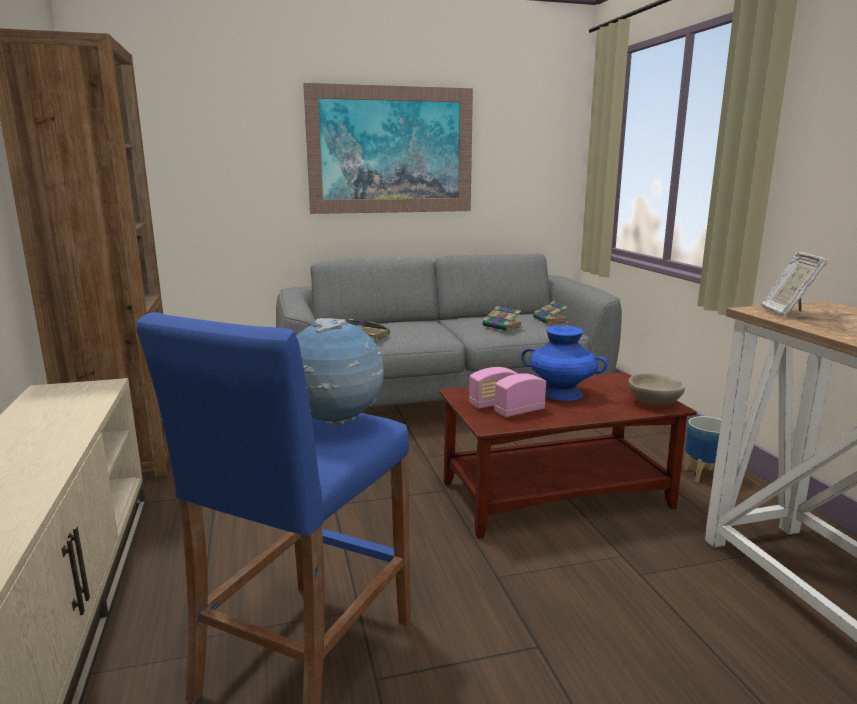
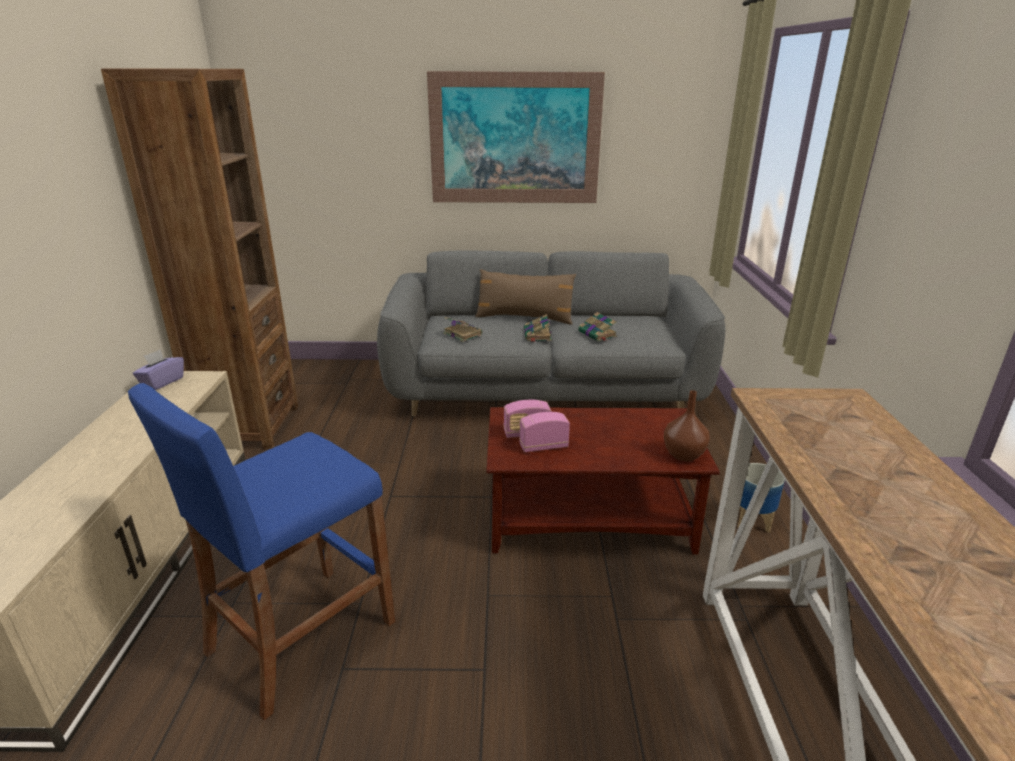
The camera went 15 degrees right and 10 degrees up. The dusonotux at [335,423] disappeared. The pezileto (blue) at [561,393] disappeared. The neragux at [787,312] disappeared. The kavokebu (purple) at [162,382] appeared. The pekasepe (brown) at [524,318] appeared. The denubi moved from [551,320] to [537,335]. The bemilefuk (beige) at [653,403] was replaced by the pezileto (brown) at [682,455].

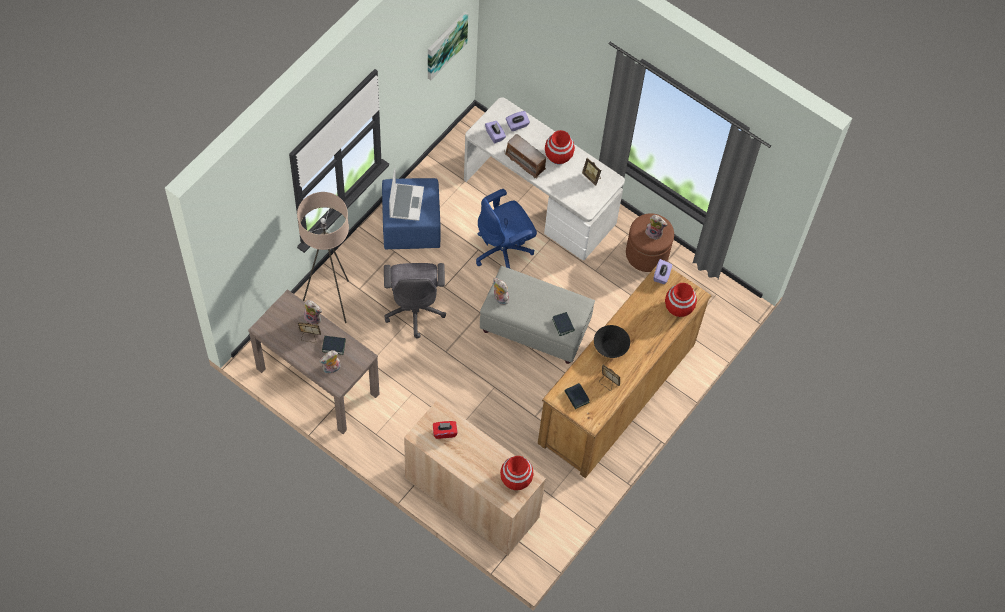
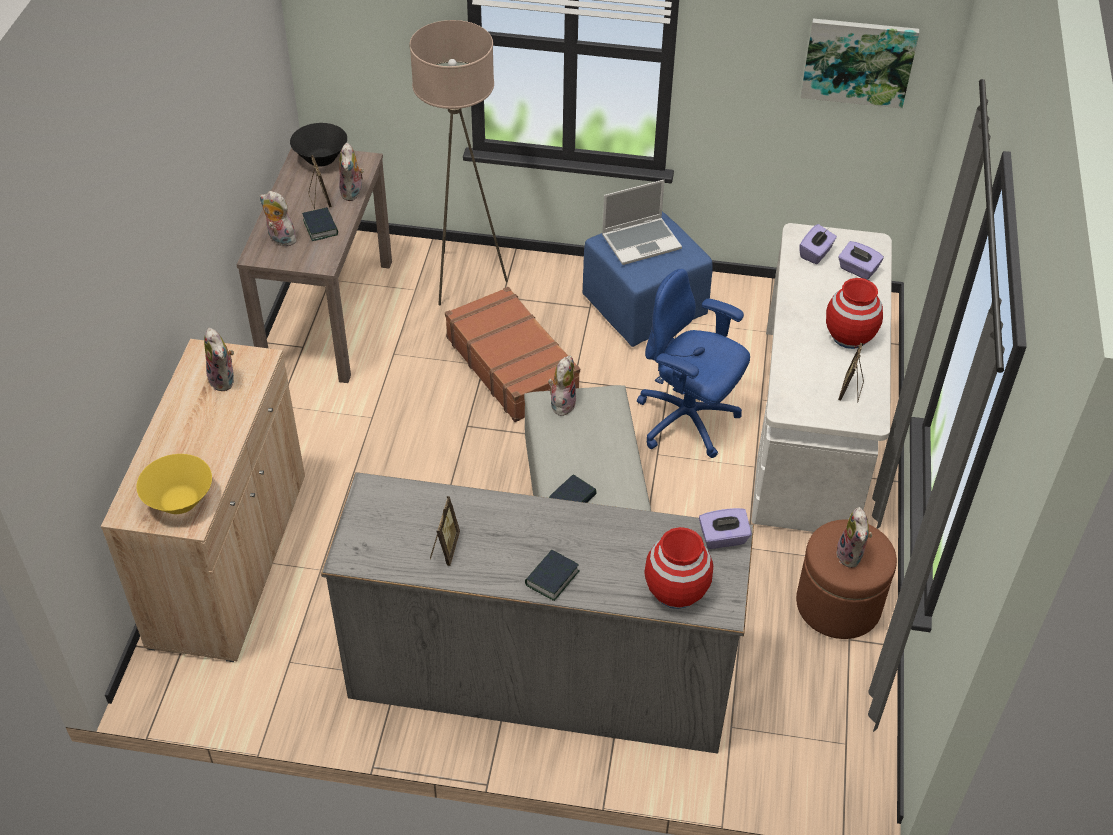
The camera went 65 degrees right and 15 degrees down. The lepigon at [525,161] disappeared. The denubi moved from [576,397] to [552,578]. The bemilefuk (black) moved from [610,348] to [321,159]. The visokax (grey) at [415,309] was replaced by the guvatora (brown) at [512,365]. The kavokebu (red) at [444,432] was replaced by the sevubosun at [224,380]. The pezileto (red) at [516,479] was replaced by the bemilefuk (yellow) at [180,501]. The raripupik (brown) at [617,393] became the raripupik (grey) at [540,675].

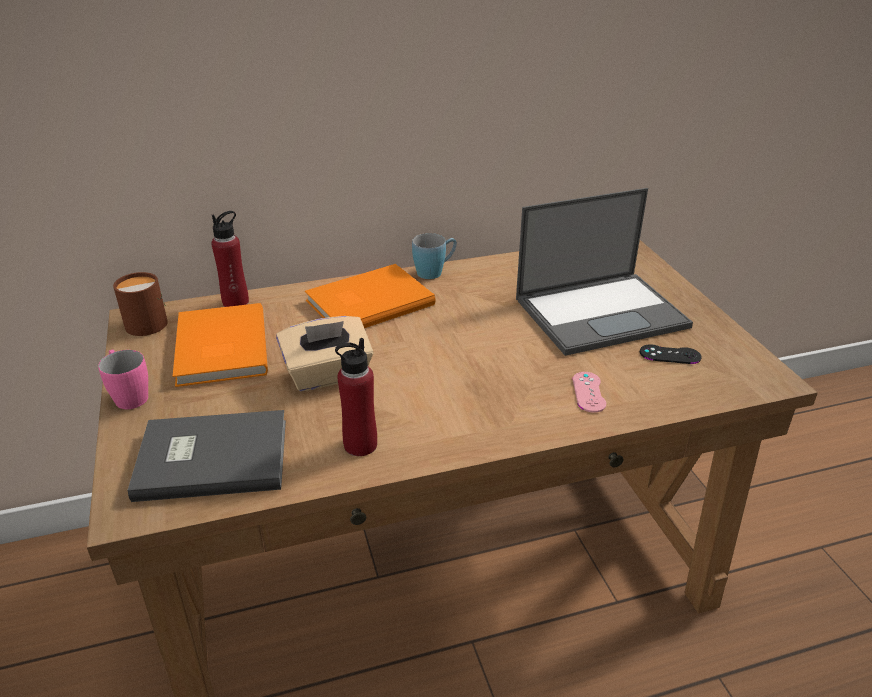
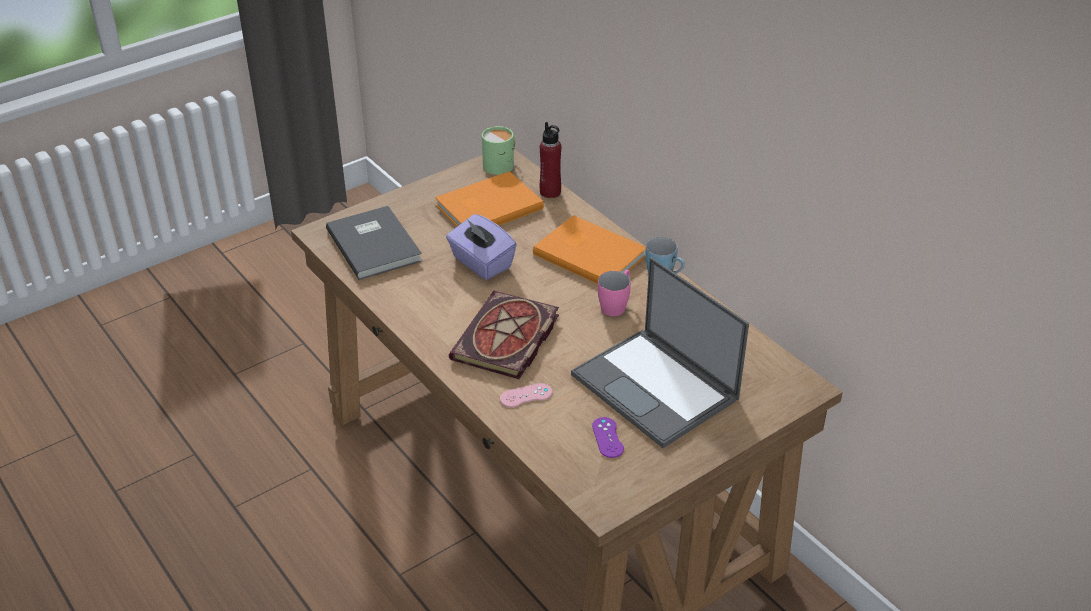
The camera went 70 degrees right and 5 degrees up. The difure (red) at [360,445] disappeared. The denubi at [506,340] appeared. The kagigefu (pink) moved from [128,395] to [616,304]. The kagigefu (brown) at [146,322] became the kagigefu (green) at [501,164]. The kavokebu (beige) at [328,375] became the kavokebu (purple) at [481,263]. The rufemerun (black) at [670,355] became the rufemerun (purple) at [607,437].

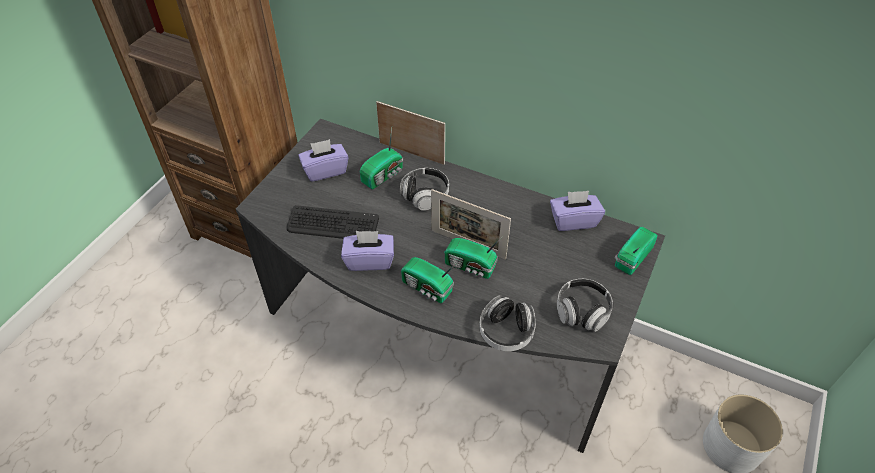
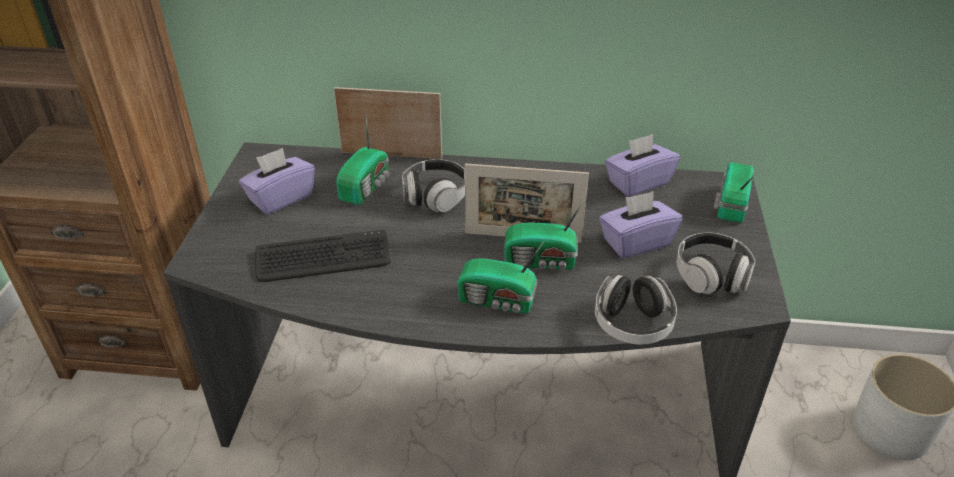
The camera went 20 degrees left and 10 degrees down. The kavokebu (purple) moved from [369,260] to [636,242].

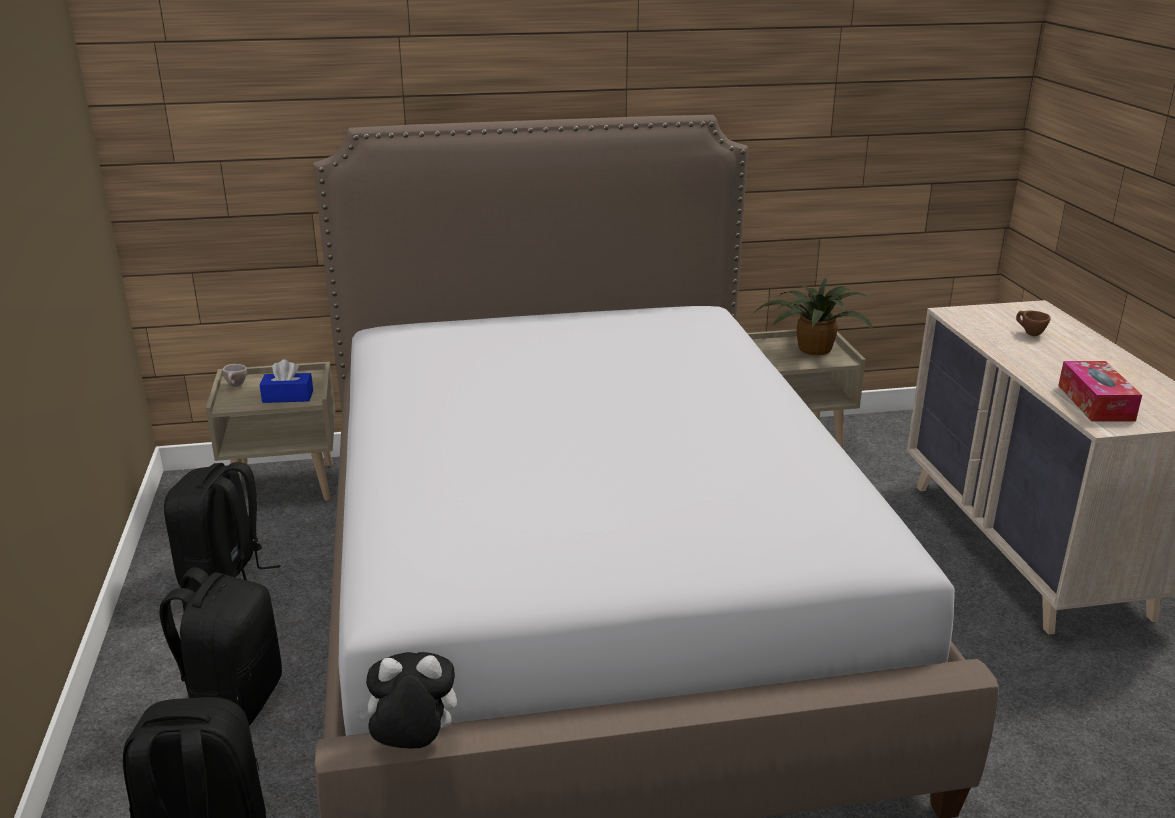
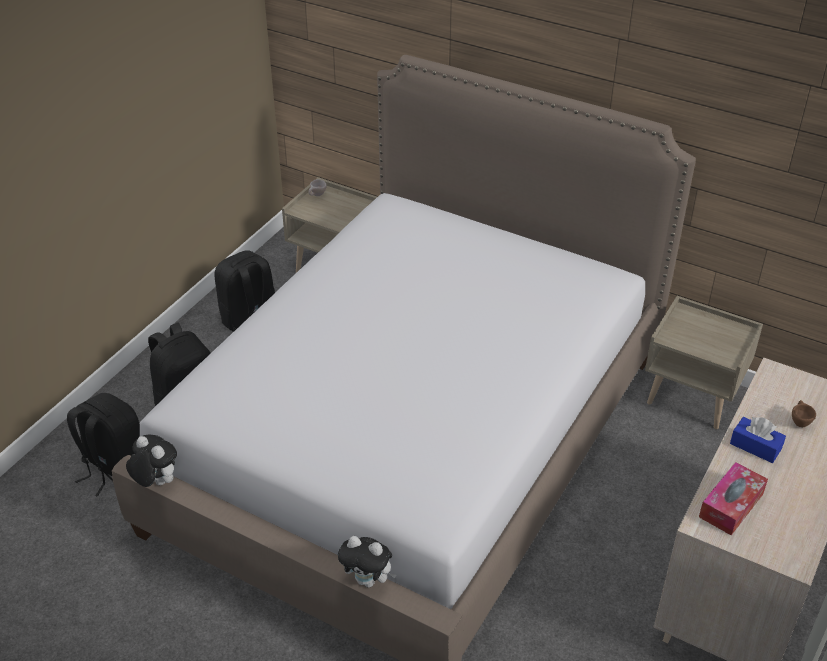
The camera went 40 degrees right and 15 degrees up. The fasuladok at [811,349] disappeared. The sevubosun at [368,580] appeared. The kavokebu (blue) moved from [288,397] to [755,446].

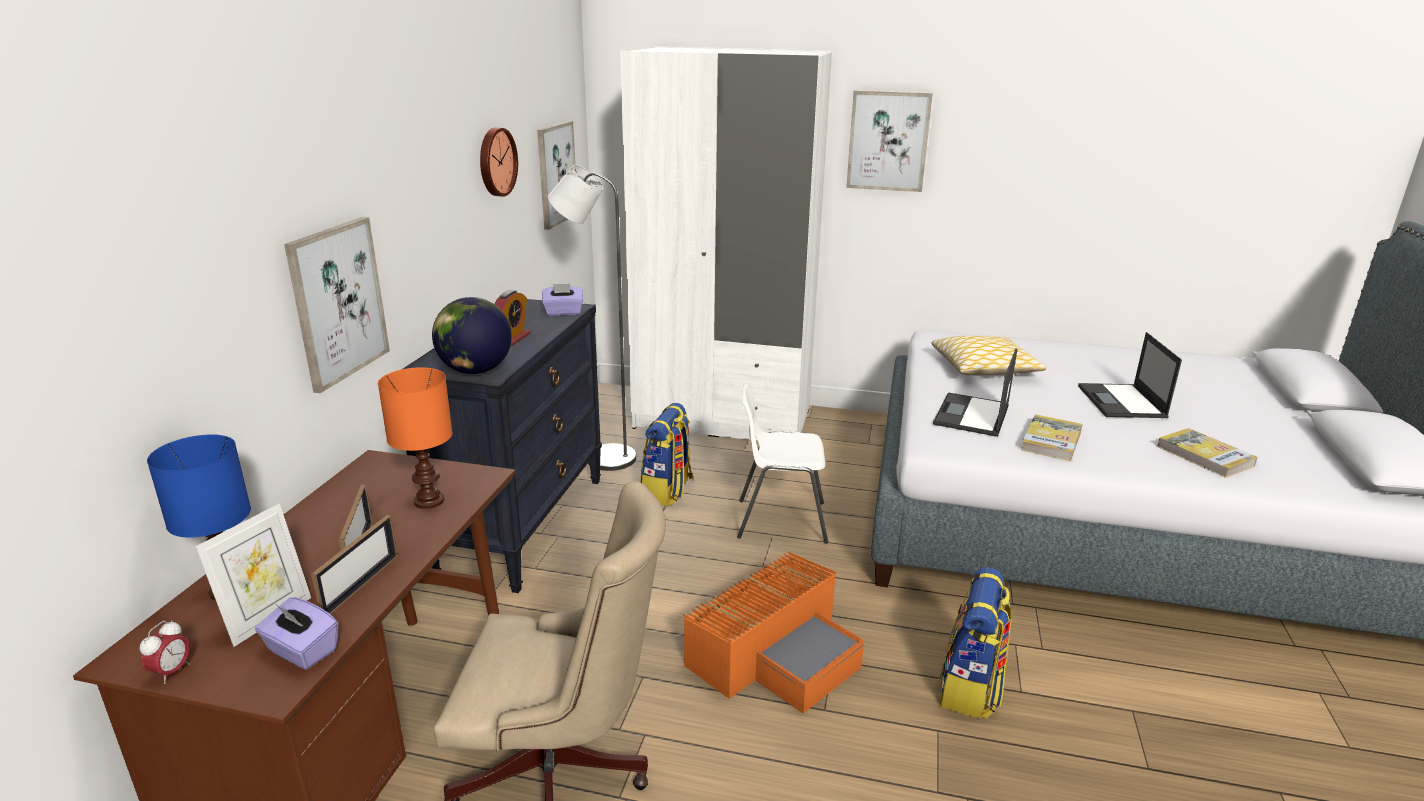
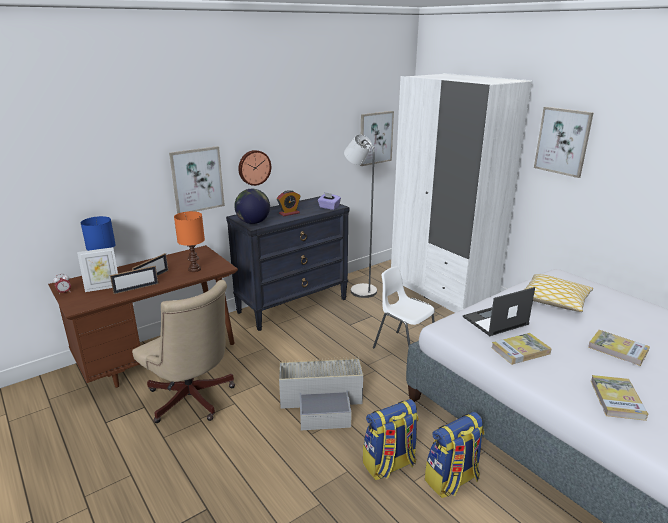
The camera went 40 degrees right and 0 degrees up. The kavokebu (purple) at [301,651] disappeared. The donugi moved from [495,162] to [254,167]. The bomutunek moved from [668,491] to [452,480]. The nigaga at [1122,402] was replaced by the denubi at [618,349]. The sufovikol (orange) at [776,653] became the sufovikol (grey) at [323,402].

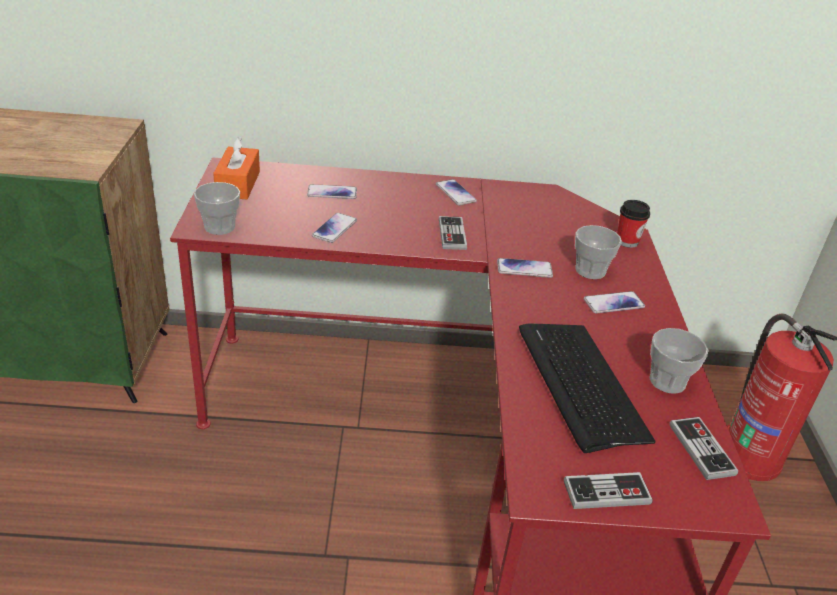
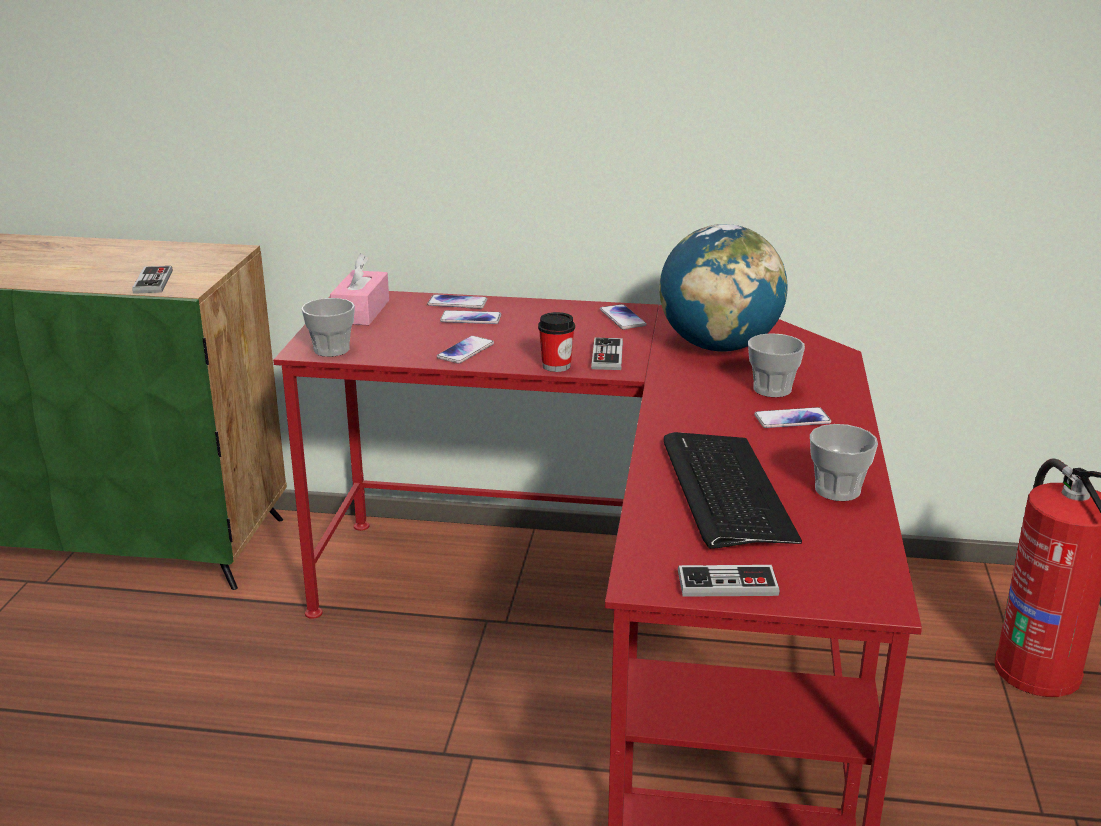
The camera went 10 degrees right and 10 degrees down. The dusonotux at [719,346] appeared. The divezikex moved from [524,269] to [457,303]. The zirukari moved from [627,241] to [556,366]. The rufemerun moved from [701,449] to [153,282]. The kavokebu (orange) at [238,184] became the kavokebu (pink) at [361,311].

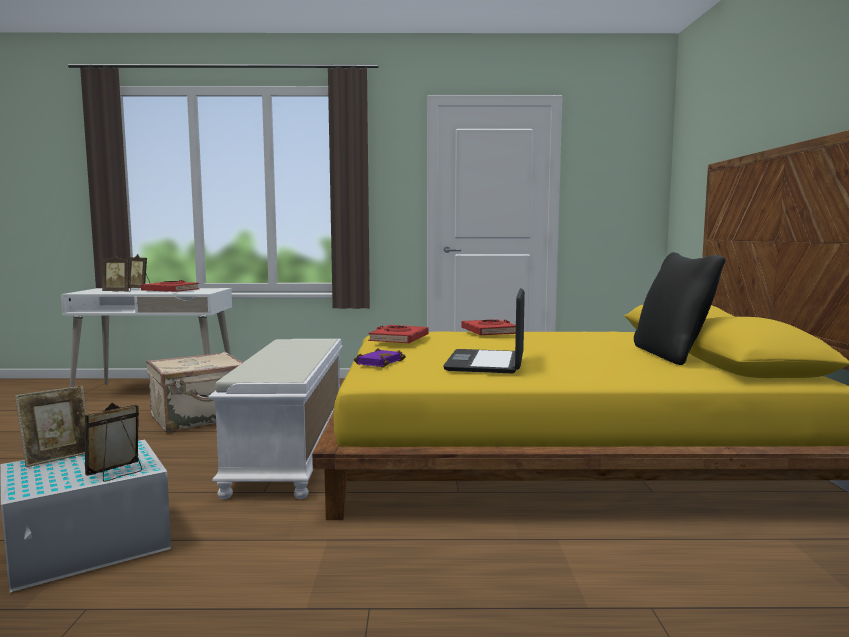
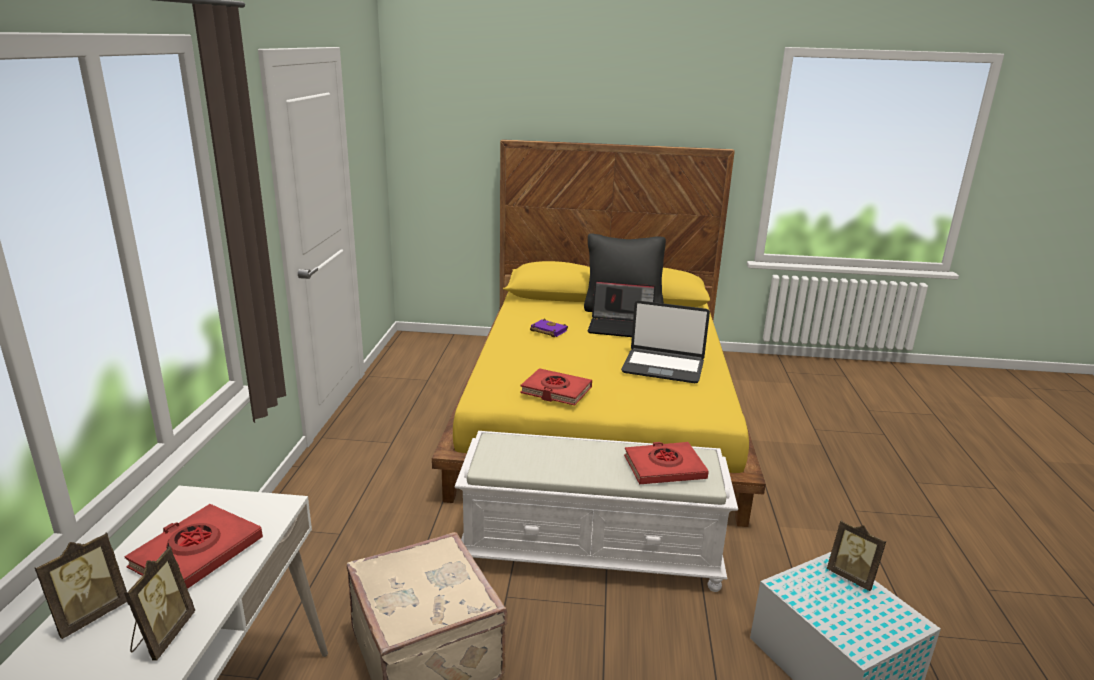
The camera went 85 degrees left and 15 degrees up. The neragux at [57,457] disappeared. The nigaga at [621,327] appeared. The denubi (purple) moved from [379,362] to [547,331]. The denubi (red) moved from [489,332] to [664,468].

